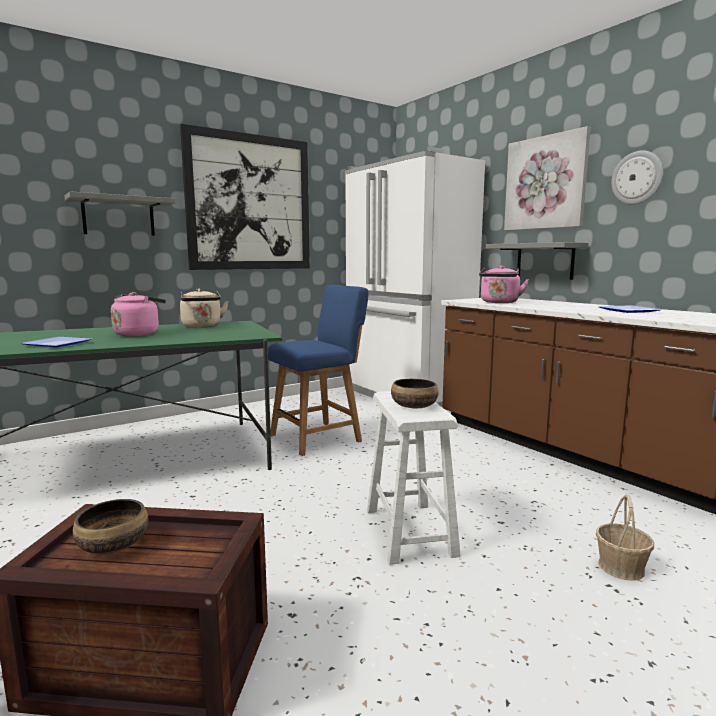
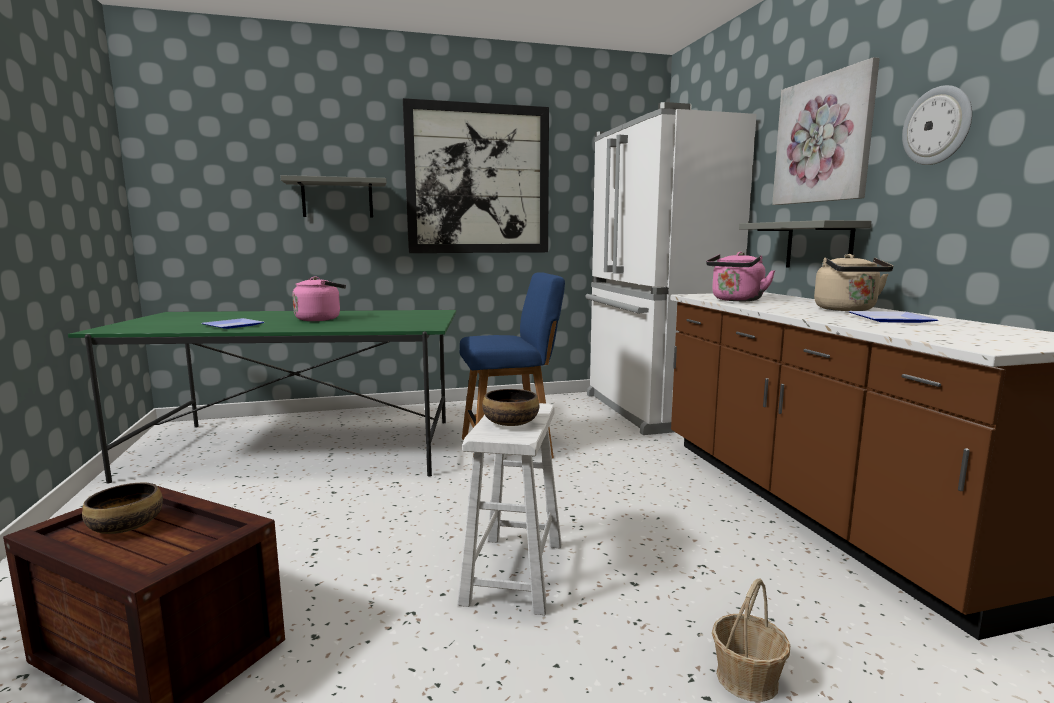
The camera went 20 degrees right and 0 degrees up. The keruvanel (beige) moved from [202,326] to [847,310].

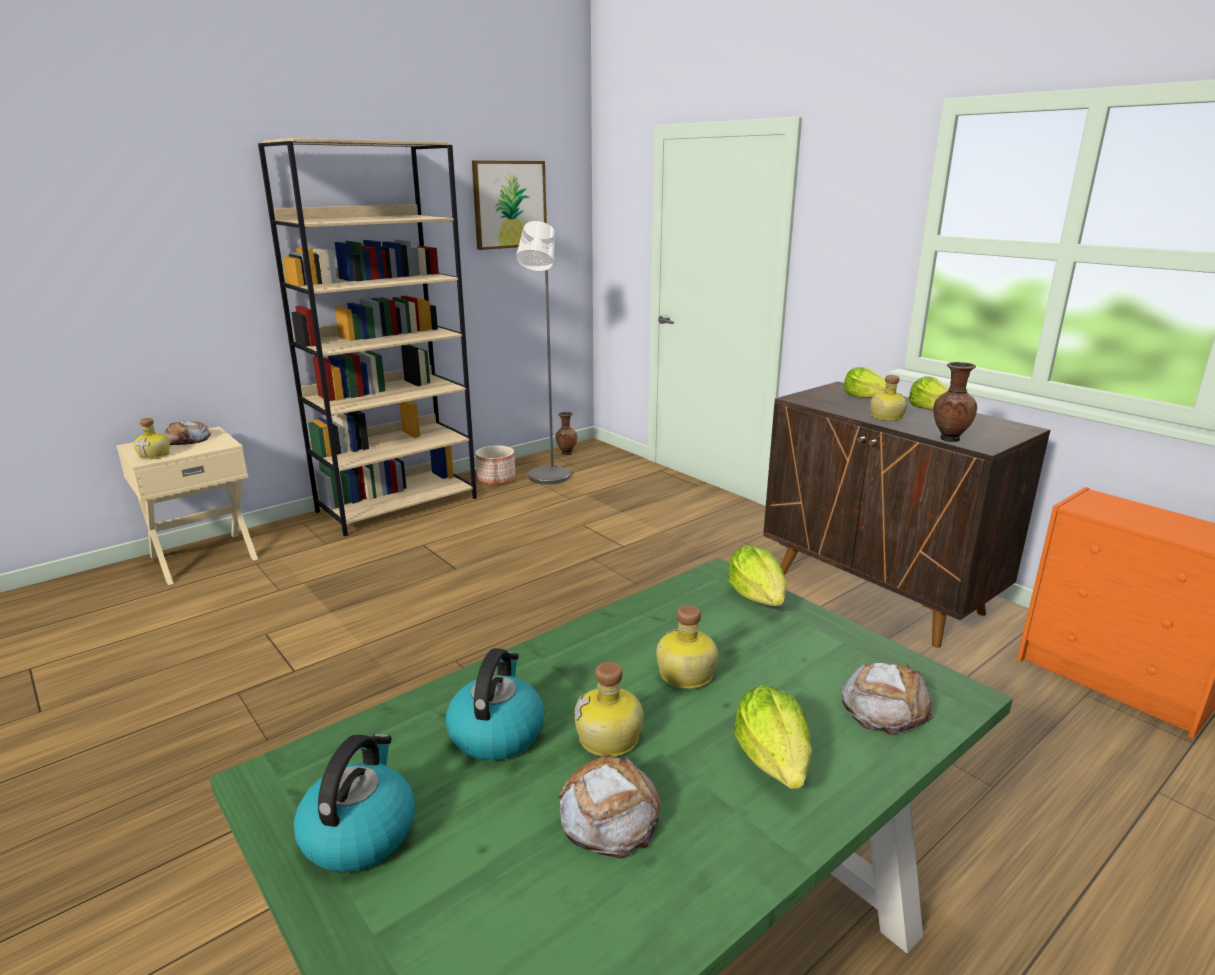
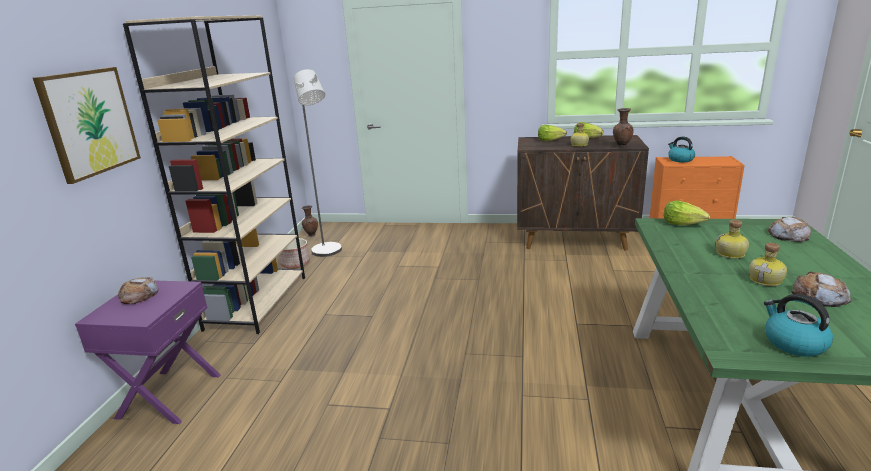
The camera went 40 degrees left and 0 degrees up. The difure at [155,455] disappeared. The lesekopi at [774,761] disappeared. The keruvanel moved from [496,732] to [680,159]. The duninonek moved from [509,204] to [90,122]. The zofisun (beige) at [203,557] became the zofisun (purple) at [168,395].

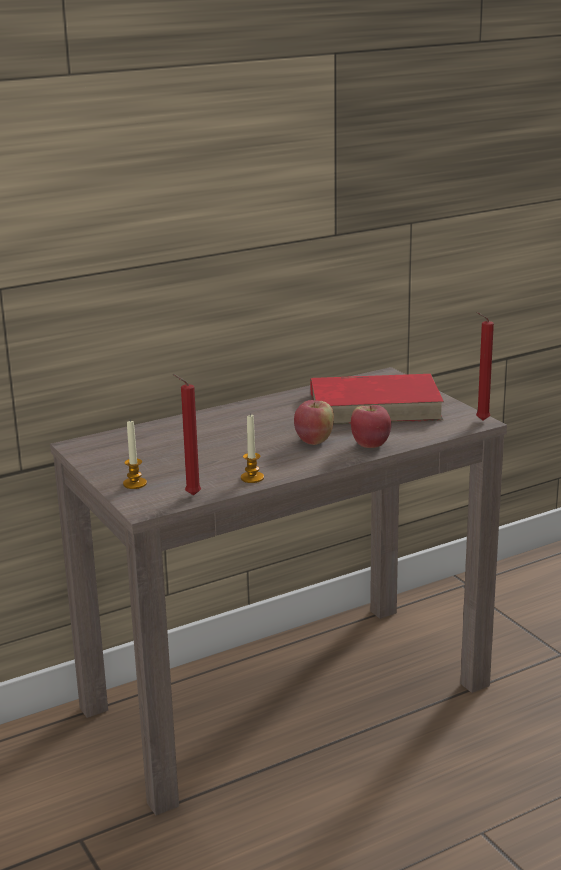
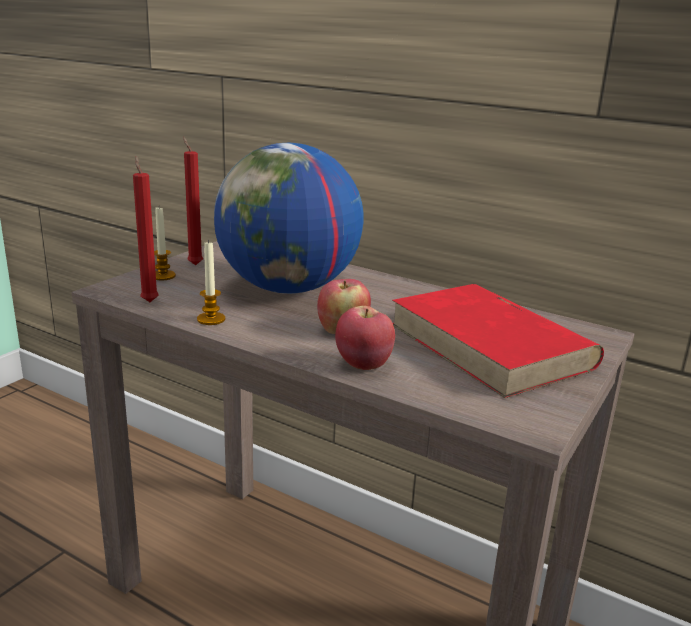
The camera went 60 degrees right and 0 degrees up. The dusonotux at [288,289] appeared. The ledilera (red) moved from [480,420] to [194,264].

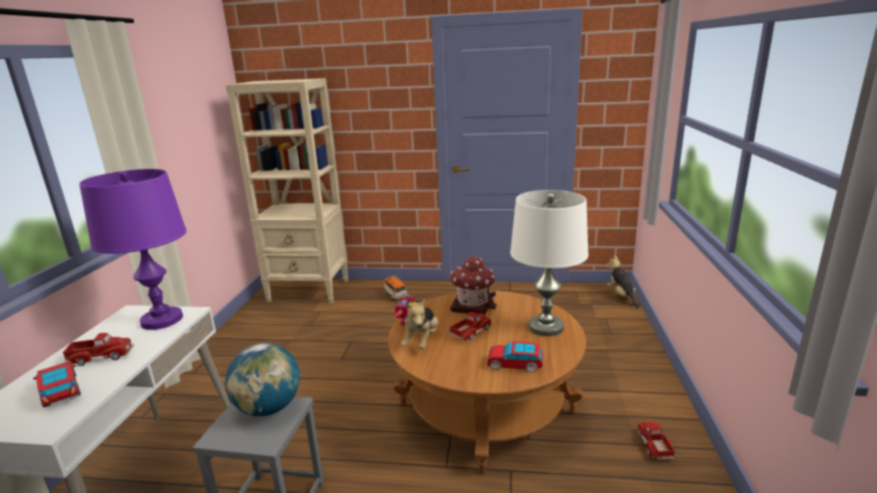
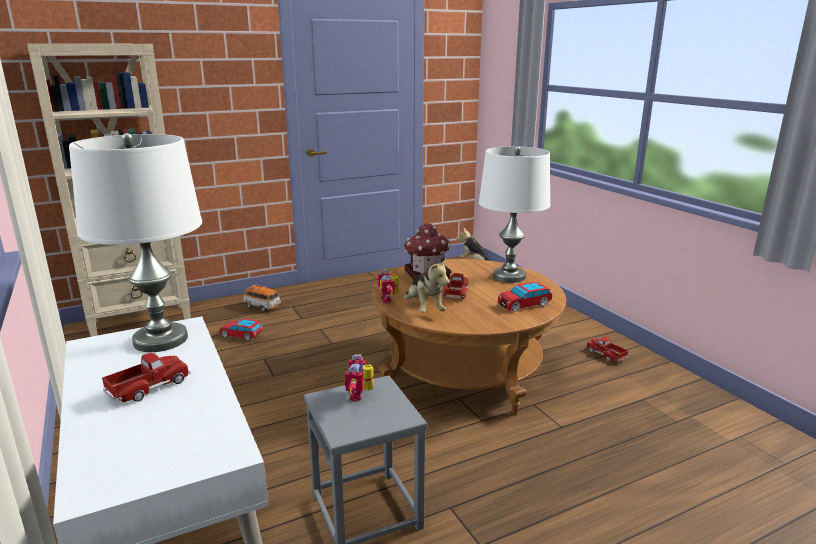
The camera went 35 degrees left and 0 degrees up. The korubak moved from [61,391] to [241,335]. The dusonotux at [269,408] was replaced by the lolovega at [360,395]. The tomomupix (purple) at [162,320] became the tomomupix (white) at [161,340].

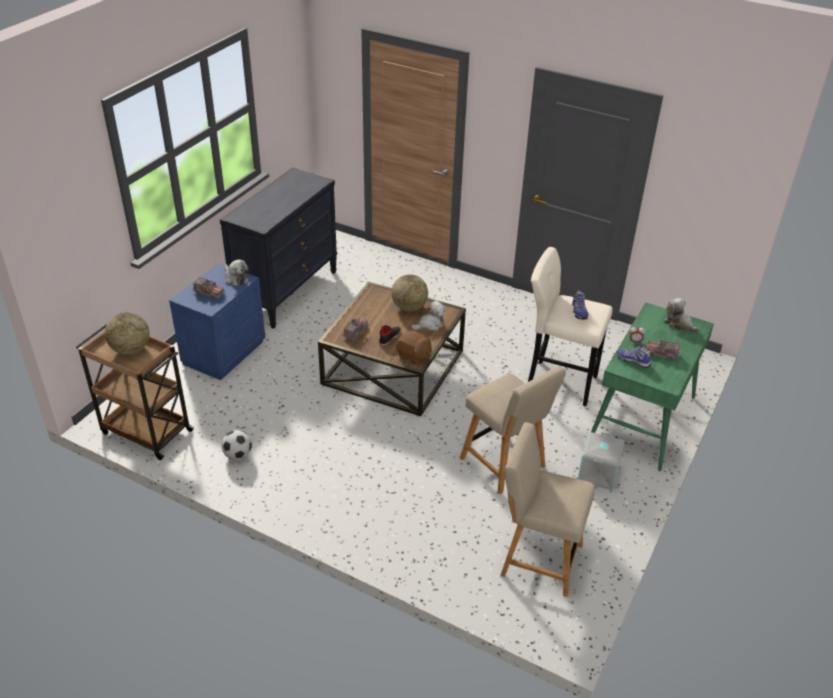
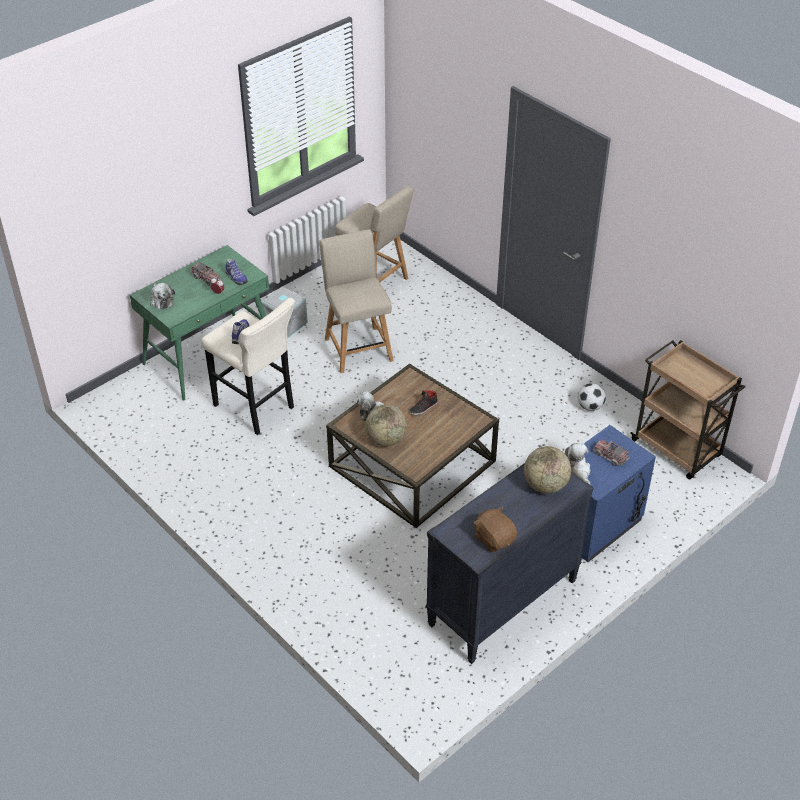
The camera went 160 degrees left and 5 degrees up. The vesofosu at [355,332] disappeared. The dusonotux moved from [130,349] to [545,485]. The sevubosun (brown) moved from [414,356] to [494,539].

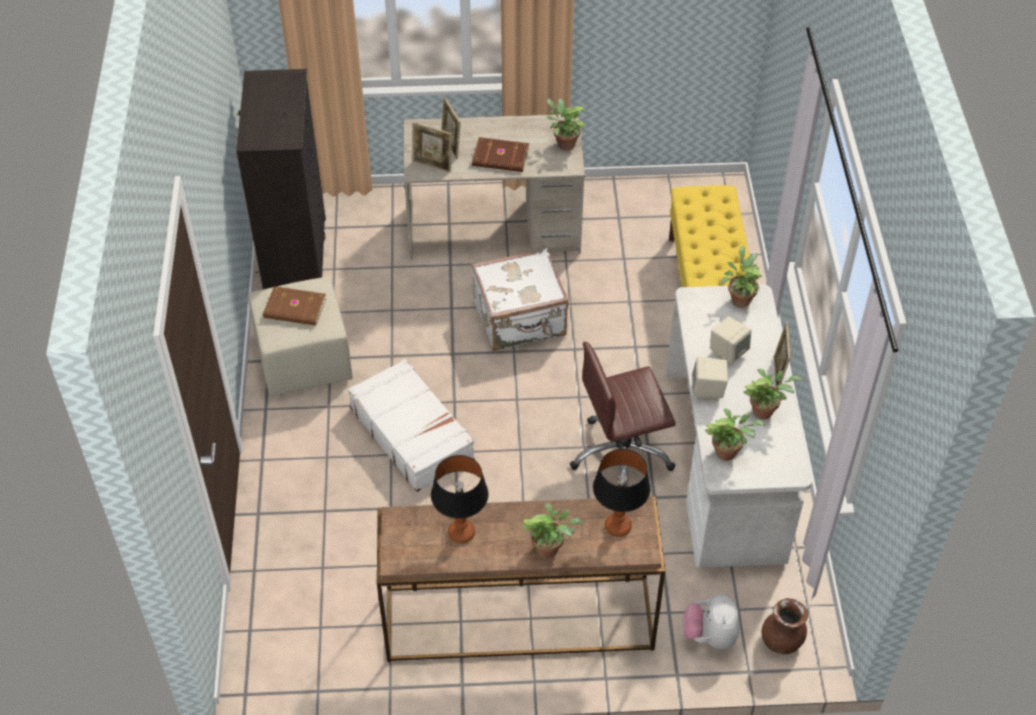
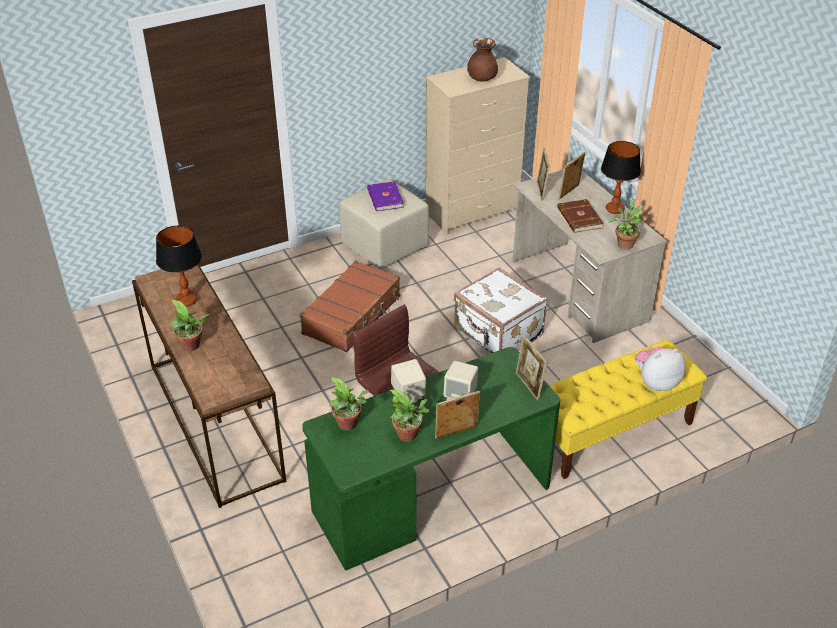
The camera went 65 degrees right and 10 degrees down. The tomomupix moved from [617,526] to [615,209]. The sevubosun moved from [710,635] to [656,382]. The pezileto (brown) moved from [781,641] to [482,79]. The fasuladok at [739,299] was replaced by the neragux at [529,386]. The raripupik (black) at [297,256] became the raripupik (beige) at [473,212]. The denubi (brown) at [295,309] became the denubi (purple) at [384,198]. The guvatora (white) at [412,433] became the guvatora (brown) at [352,315]. The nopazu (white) at [726,463] became the nopazu (green) at [432,499].

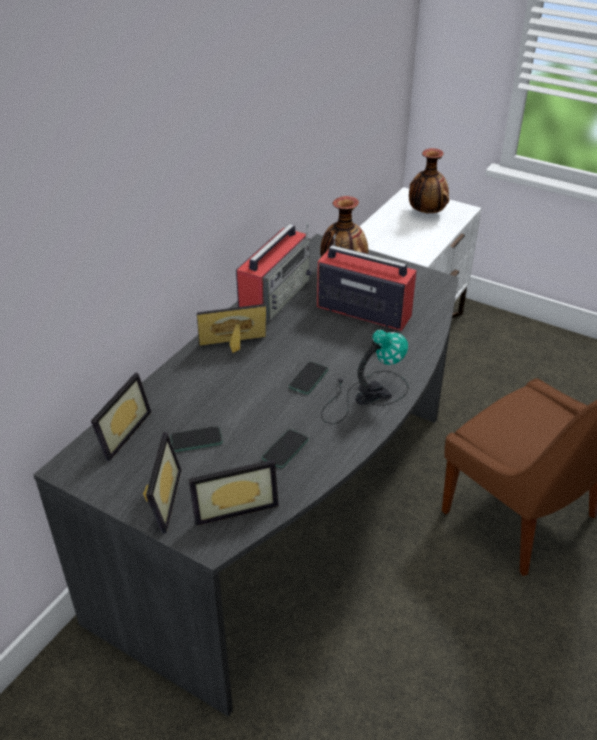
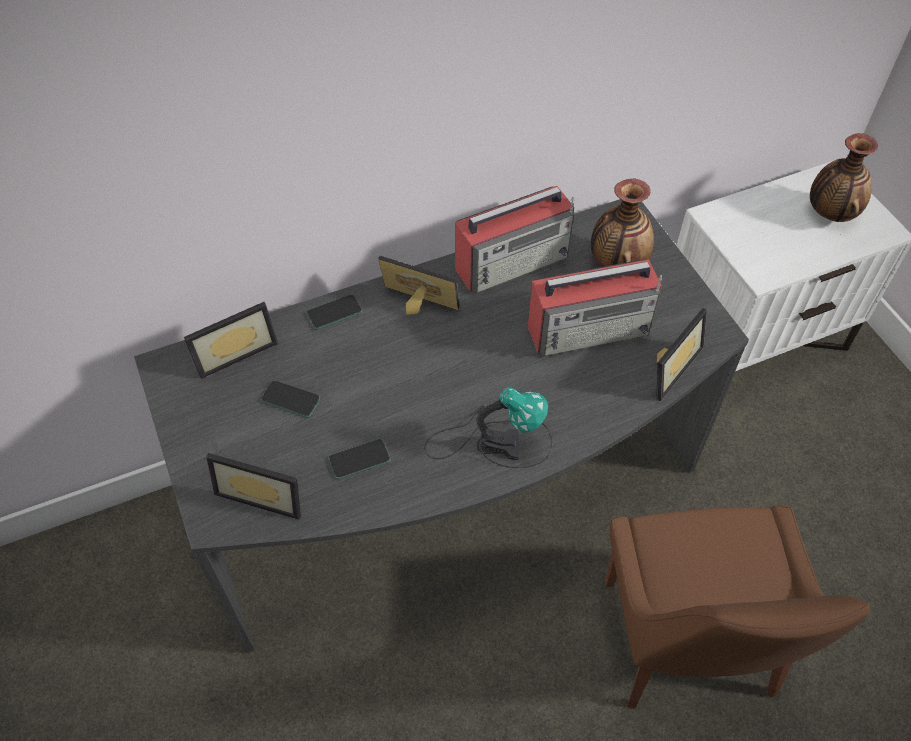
The camera went 35 degrees right and 15 degrees up. The neragux moved from [158,500] to [668,366]. The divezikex moved from [308,378] to [334,313]. The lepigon at [362,310] turned 105 degrees clockwise.

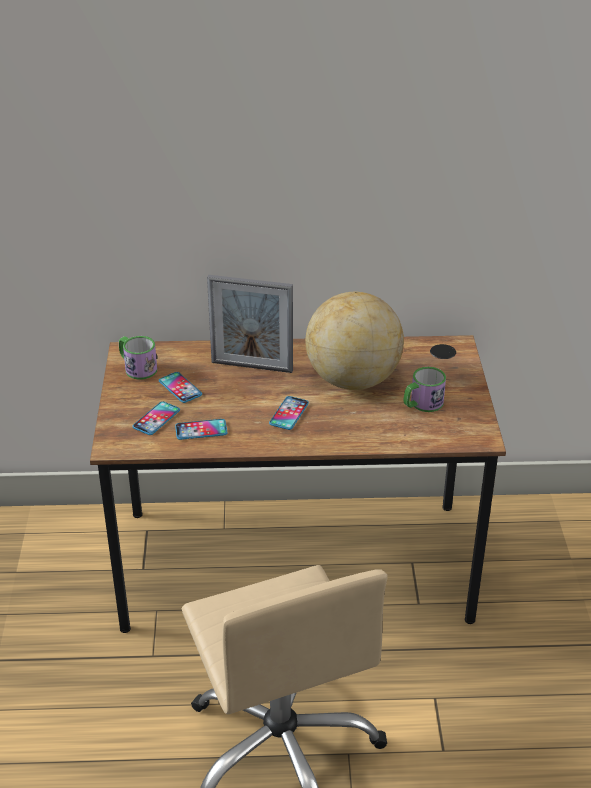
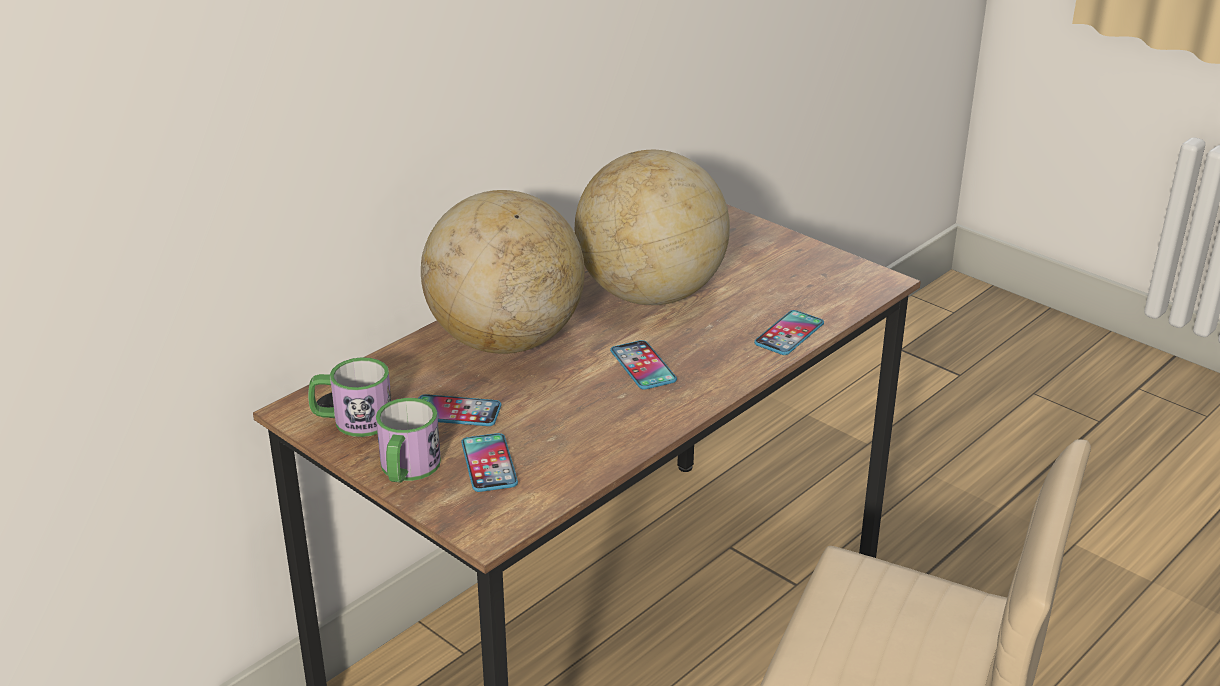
The camera went 45 degrees left and 5 degrees down. The divezikex moved from [201,430] to [789,334]. The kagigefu moved from [422,404] to [407,469]. The neragux at [252,366] was replaced by the dusonotux at [506,341].

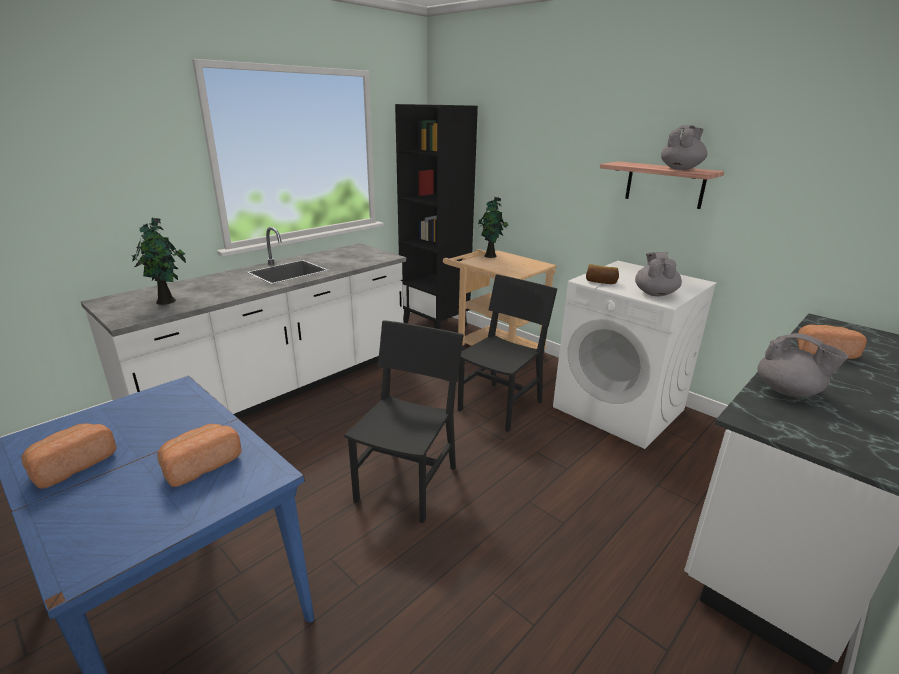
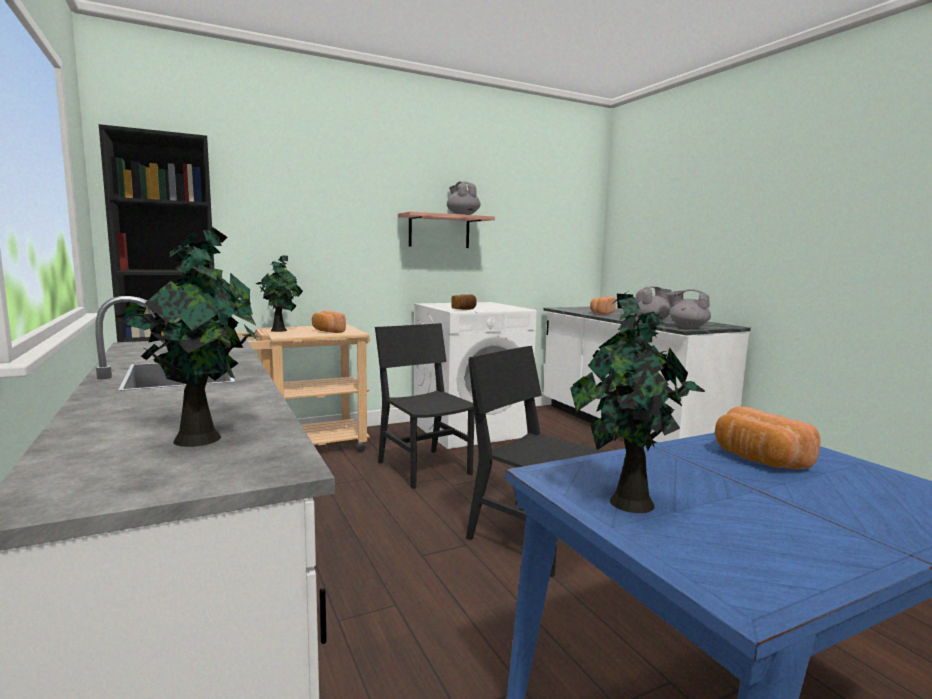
The camera went 70 degrees left and 15 degrees down. The fasuladok at [627,502] appeared. The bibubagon moved from [72,466] to [327,331]. The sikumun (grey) moved from [655,293] to [687,327].

